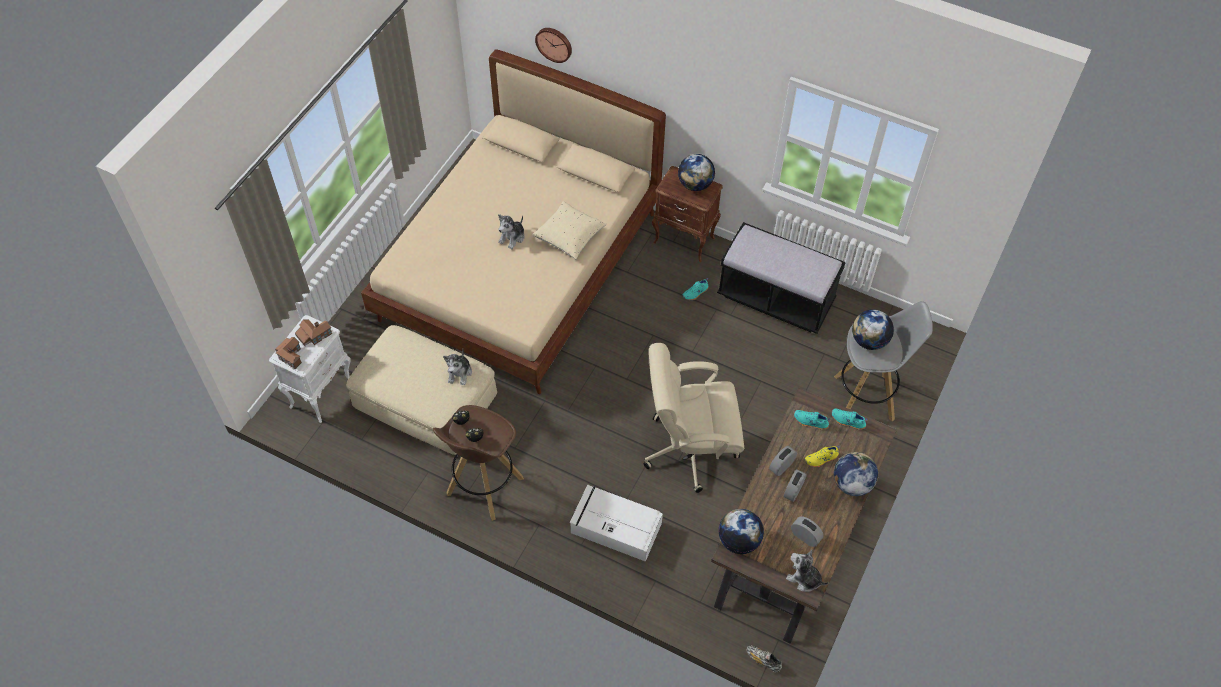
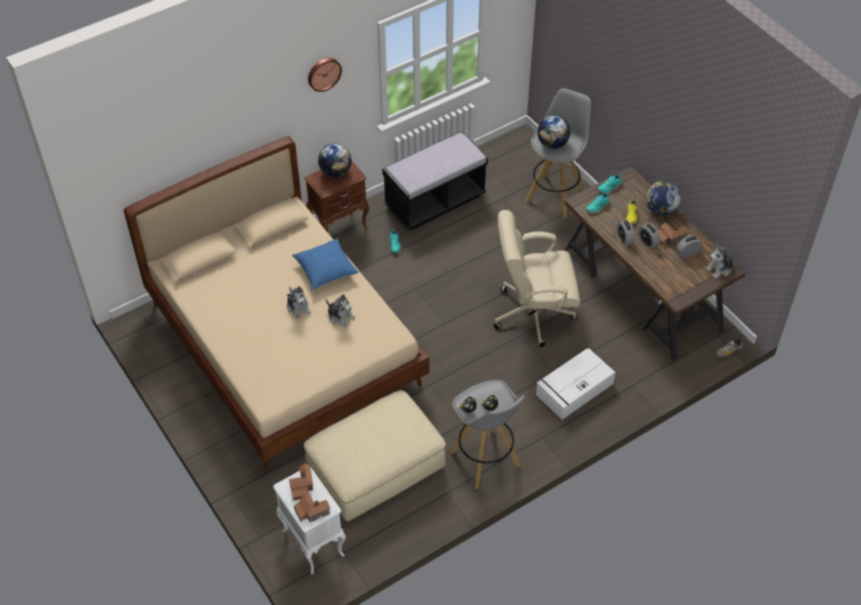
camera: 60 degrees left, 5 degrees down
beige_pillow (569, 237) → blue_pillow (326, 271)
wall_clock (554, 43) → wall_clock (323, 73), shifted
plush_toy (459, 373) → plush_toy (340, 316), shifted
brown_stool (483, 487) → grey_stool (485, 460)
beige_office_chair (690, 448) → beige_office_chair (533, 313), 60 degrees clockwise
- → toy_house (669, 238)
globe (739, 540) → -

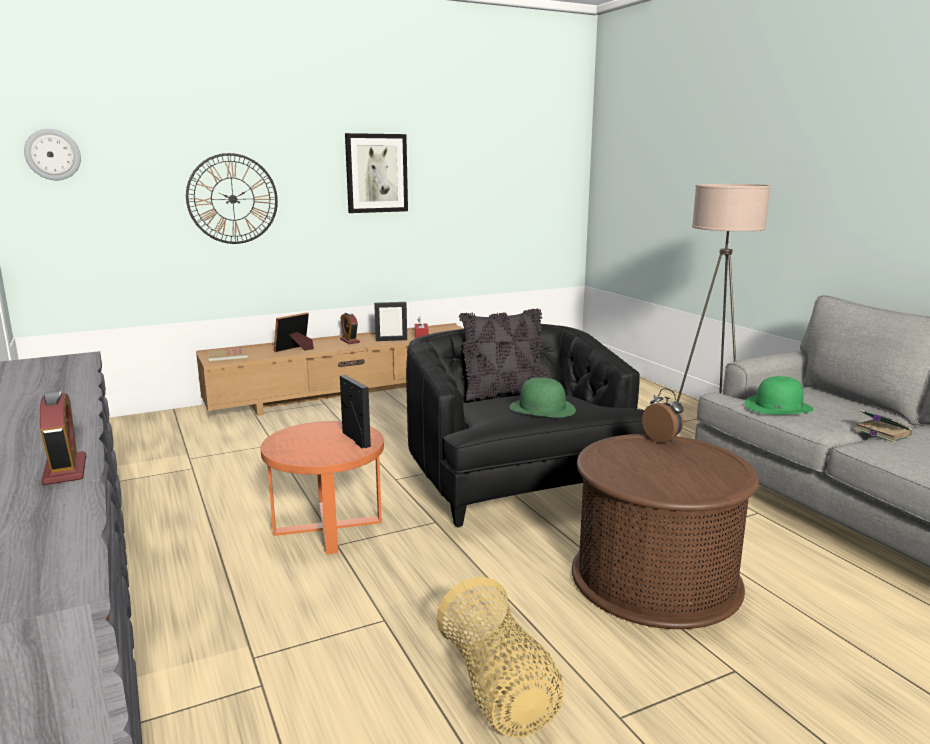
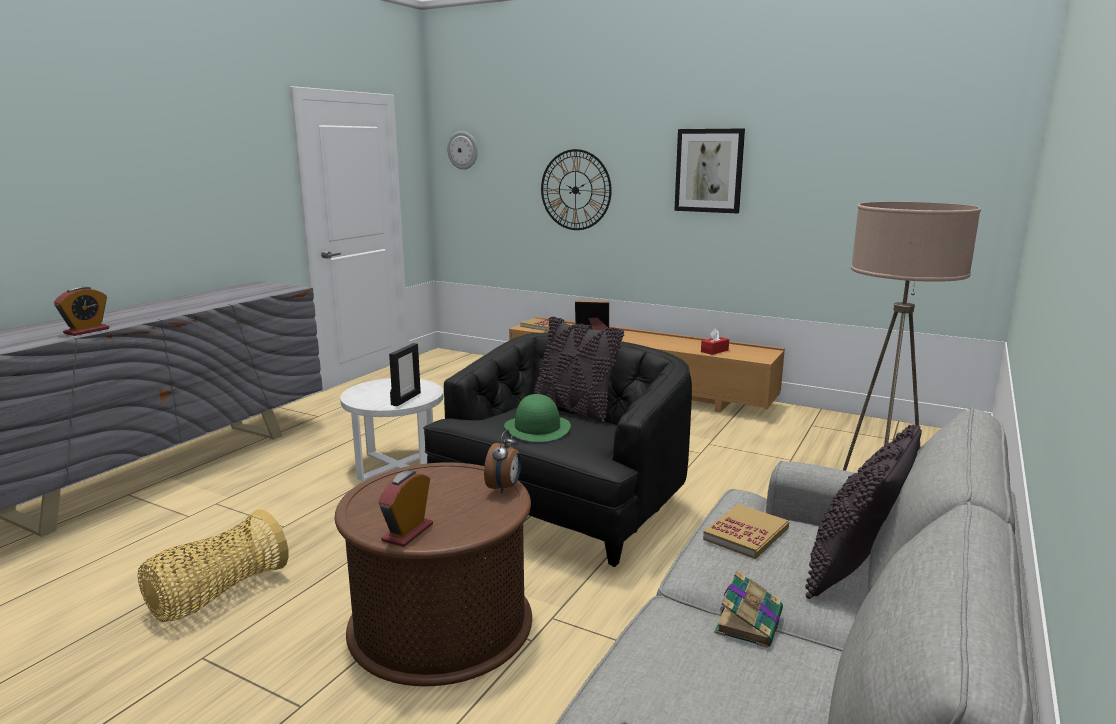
camera: 55 degrees right, 0 degrees up
orange_side_table (328, 526) → white_side_table (397, 465)
alarm_clock (350, 341) → alarm_clock (407, 533), shifted
green_hat (778, 406) → book (746, 534)
- → black_pillow (853, 572)
picture_frame (391, 340) → -

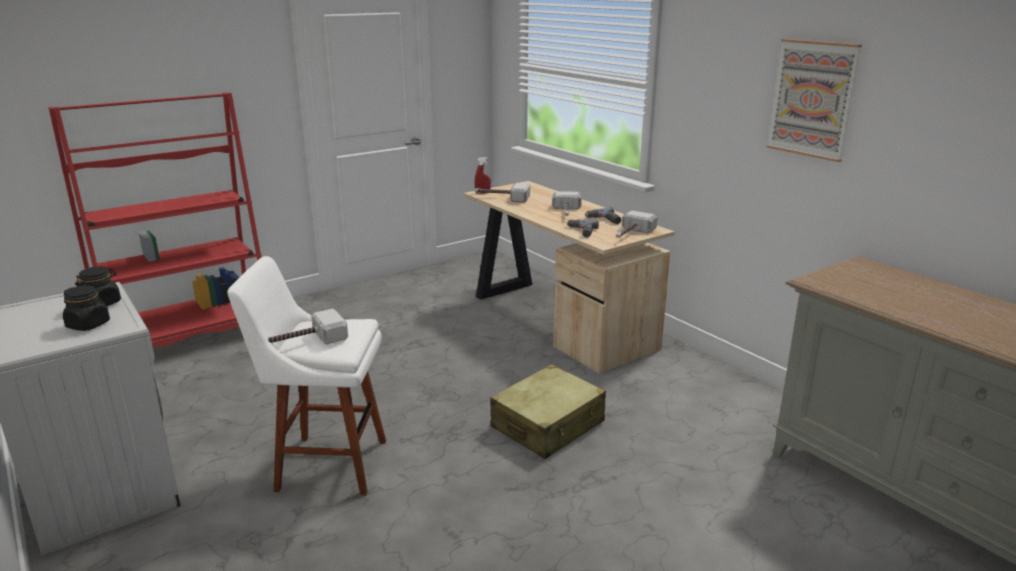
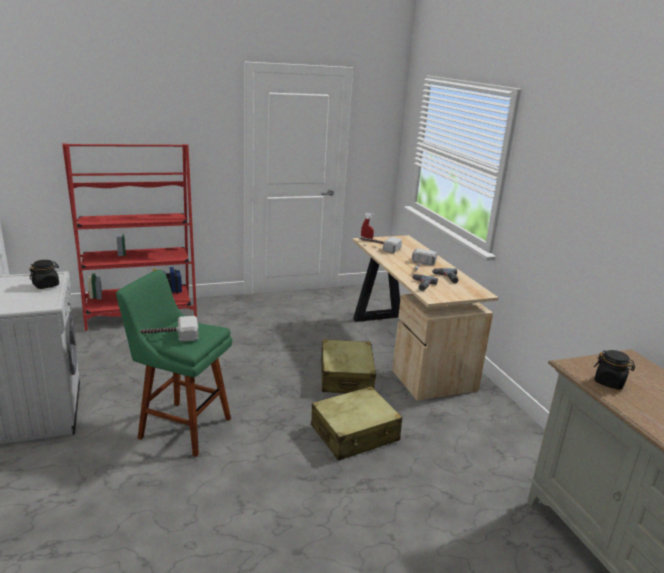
camera: 15 degrees right, 0 degrees up
white_stool (325, 464) → green_stool (181, 427)
- → beige_suitcase (346, 377)
black_jar (88, 325) → black_jar (609, 382), shifted
hammer (630, 235) → -
picture (812, 99) → -

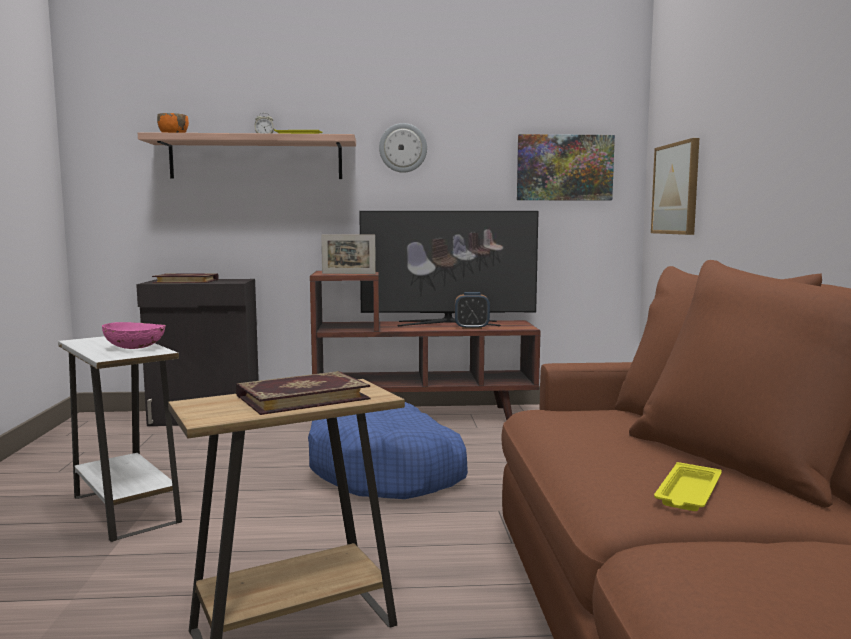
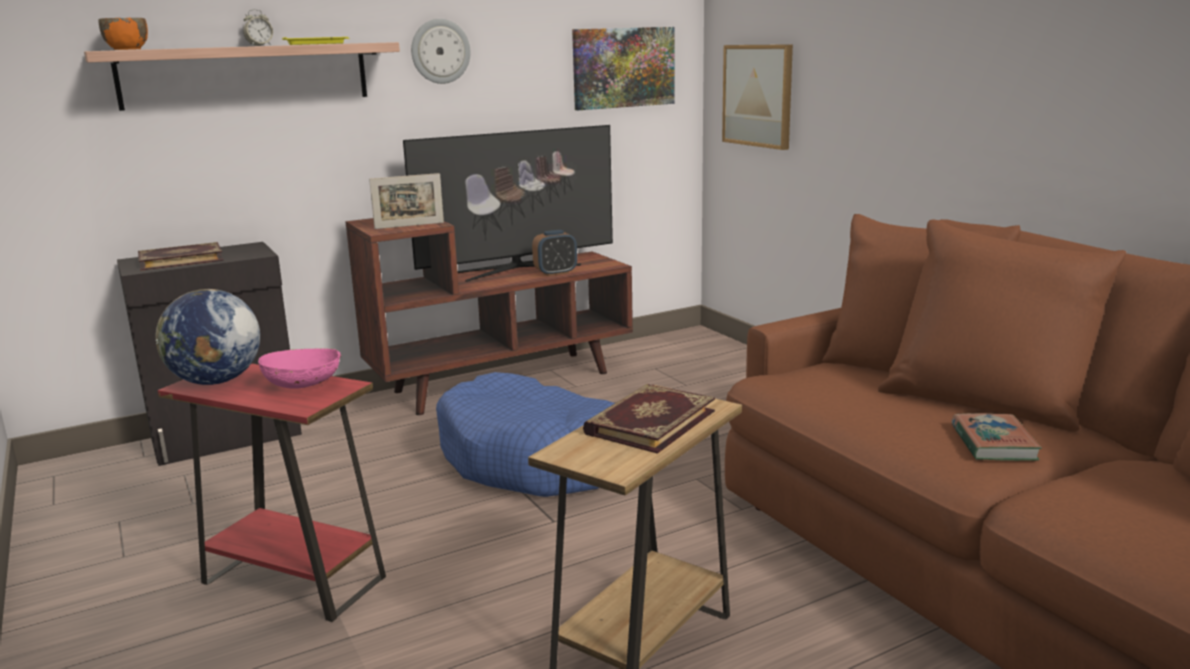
camera: 25 degrees left, 10 degrees up
- → globe (215, 381)
white_side_table (125, 509) → red_side_table (293, 580)
yellow_tray (688, 493) → book (993, 443)

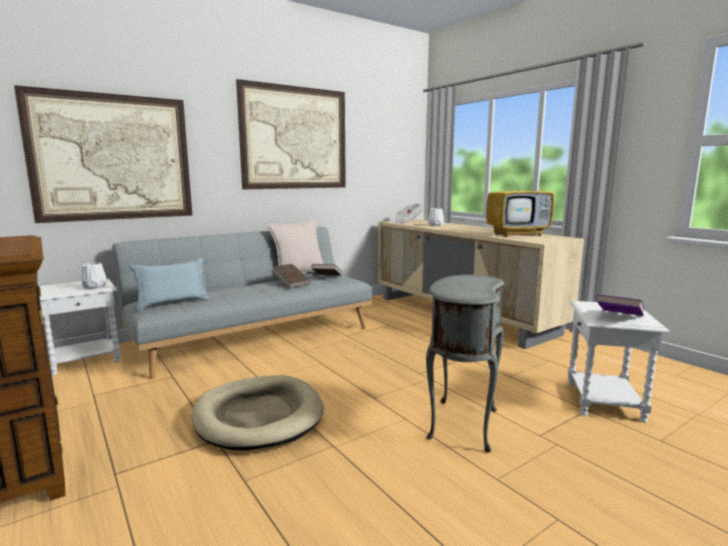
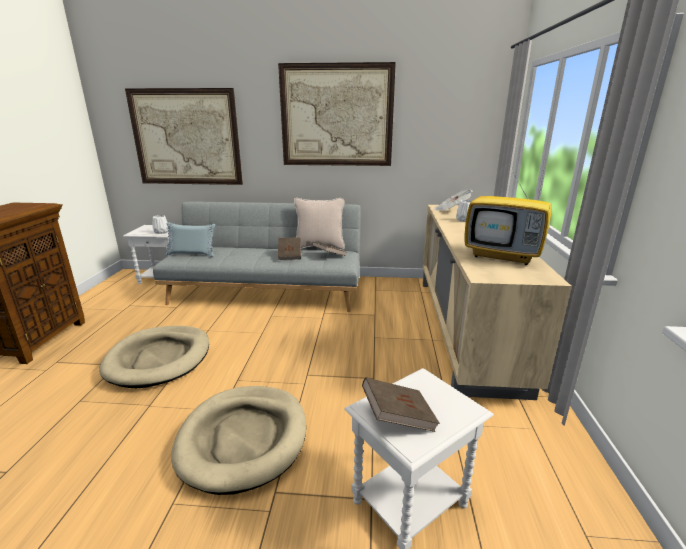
camera: 40 degrees right, 10 degrees up
grey_side_table (460, 424) → beige_dog_bed (243, 438)
purple_book (618, 318) → brown_book (398, 417)

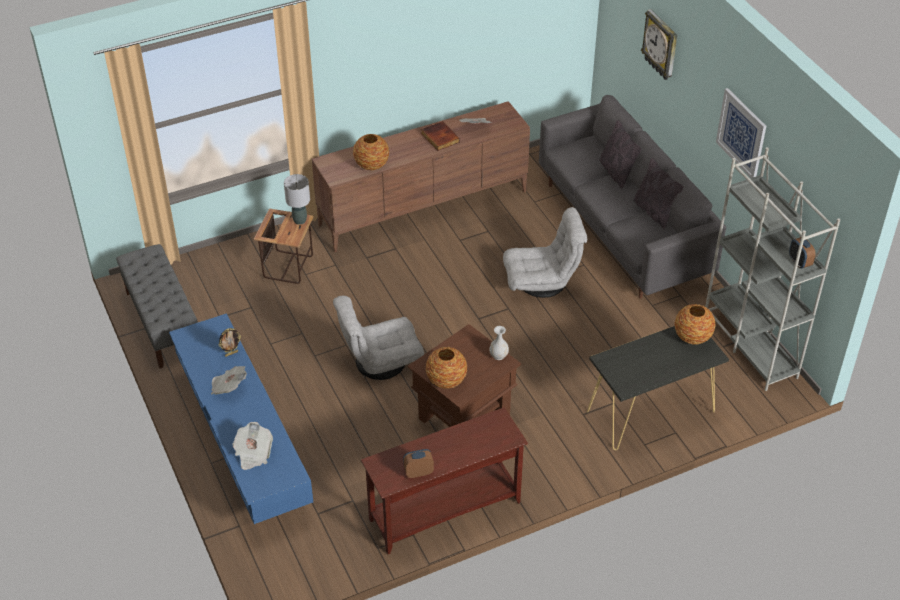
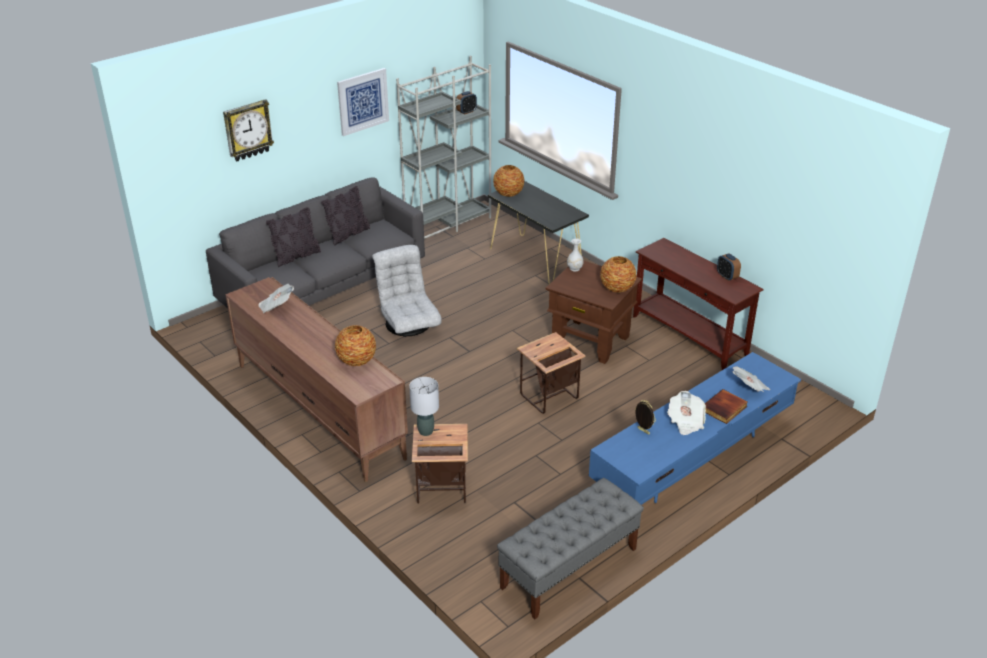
camera: 105 degrees left, 10 degrees down
grey_armchair (381, 360) → side_table (548, 397)
book (439, 138) → book (724, 409), shifted

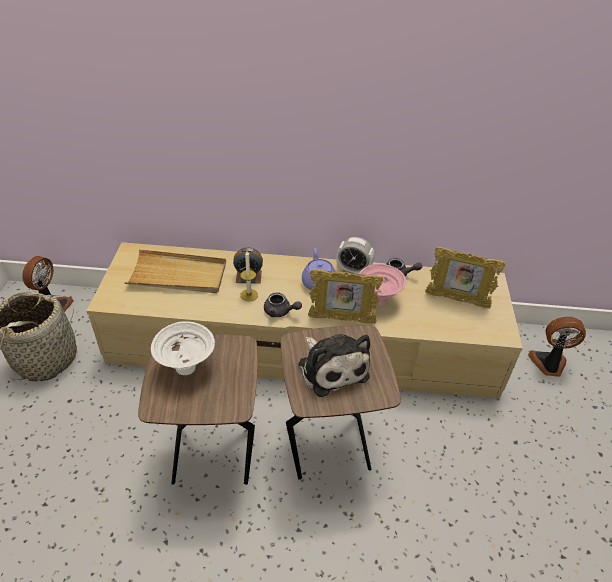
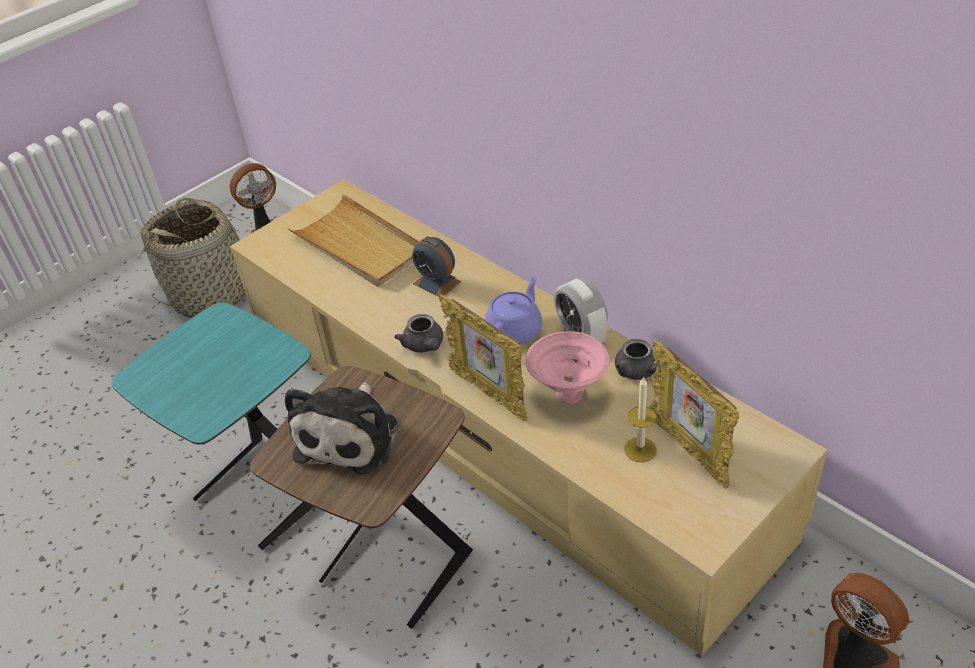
camera: 45 degrees right, 0 degrees up
brown_side_table (213, 456) → turquoise_side_table (261, 496)
candle (249, 295) → candle (640, 449), shifted
white_bowl (187, 367) → -

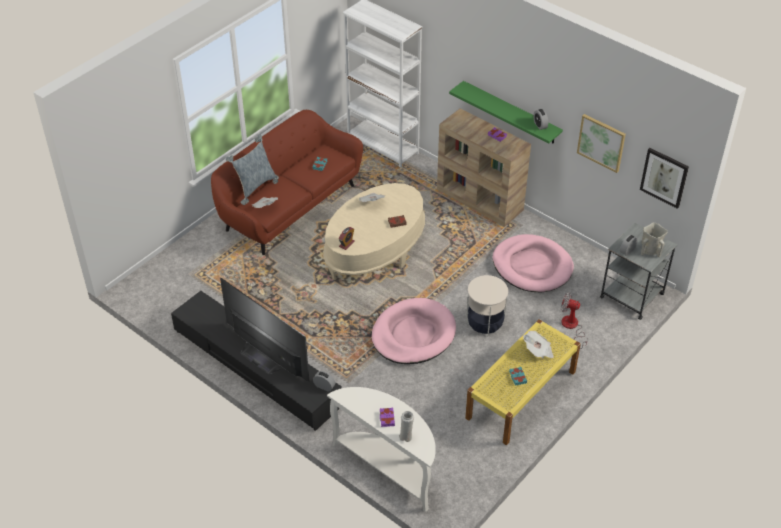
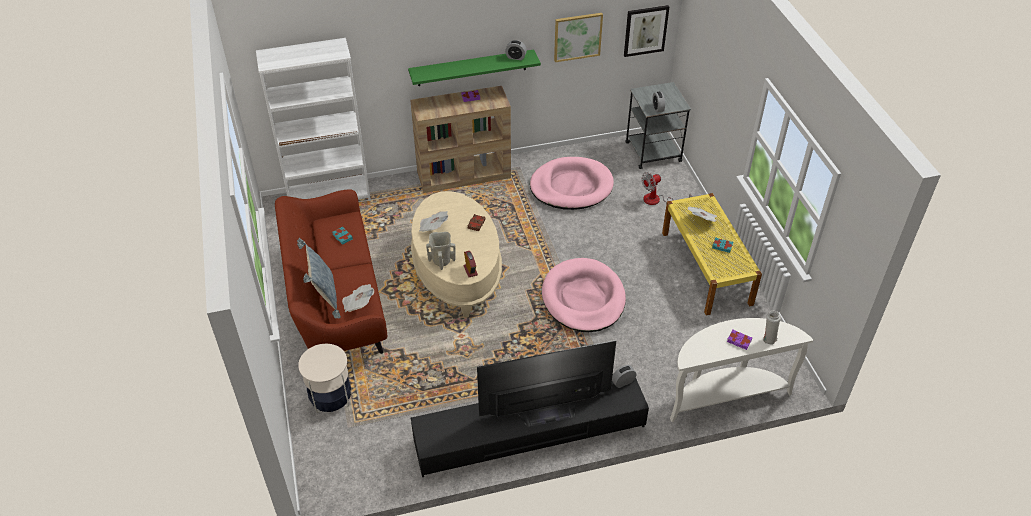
camera: 55 degrees left, 0 degrees up
beige_side_table (485, 323) → beige_side_table (331, 398), shifted
beige_vase (650, 250) → beige_vase (441, 260), shifted

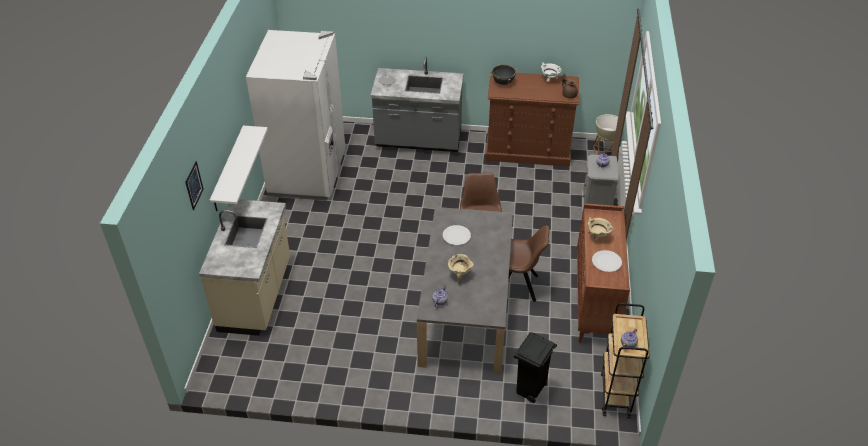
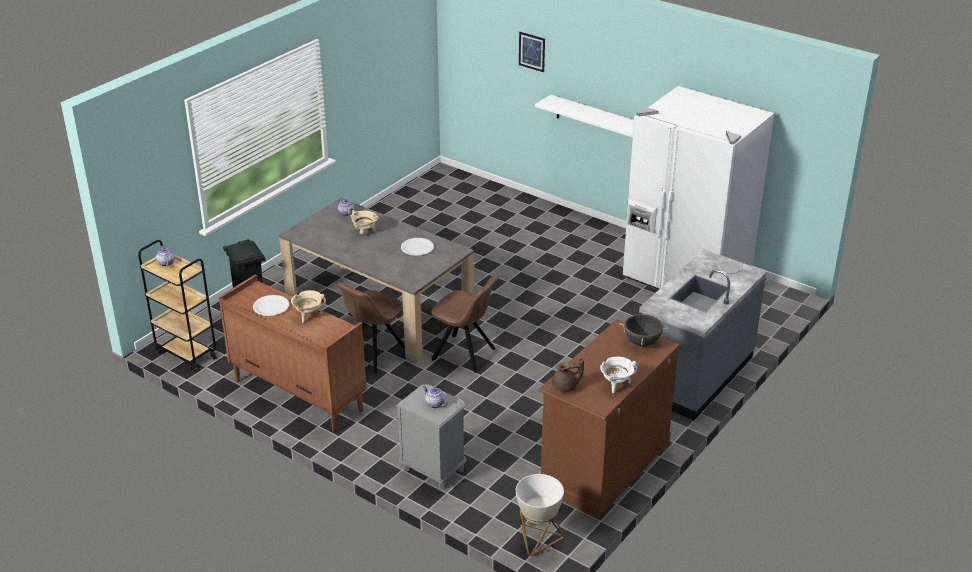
camera: 120 degrees right, 10 degrees down
beige_counter (256, 295) → -

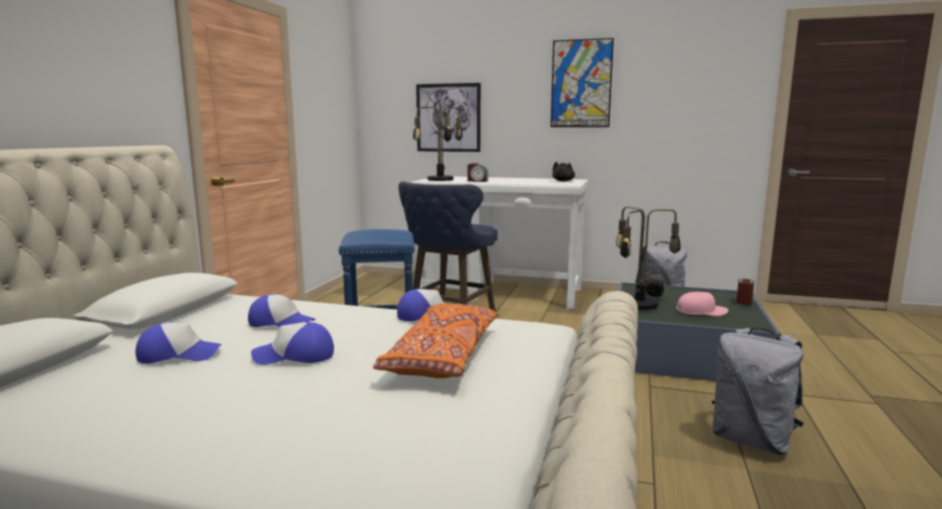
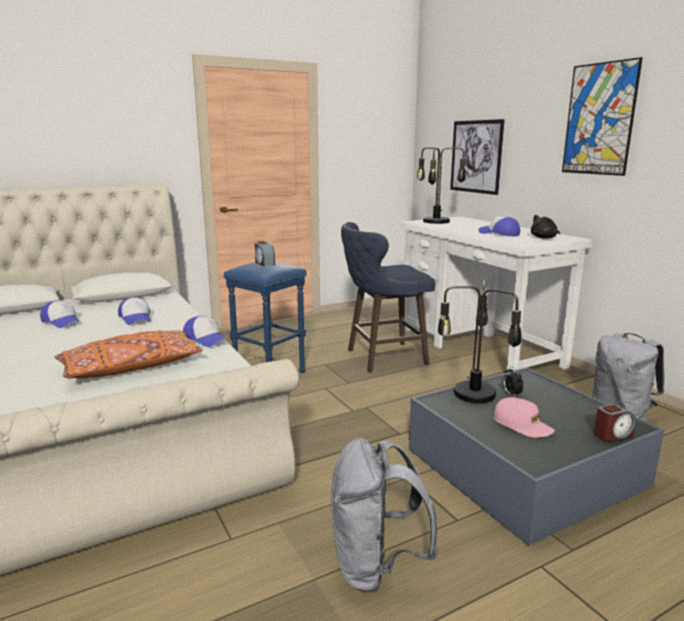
camera: 45 degrees right, 5 degrees up
alarm_clock (477, 181) → alarm_clock (264, 263), shifted
cap (295, 356) → cap (499, 234), shifted

